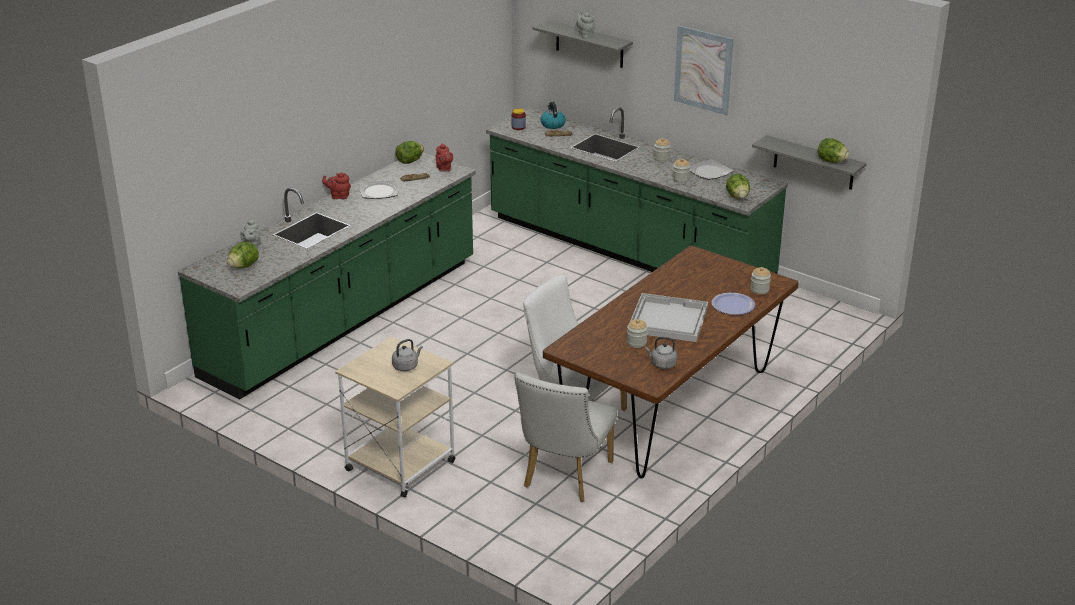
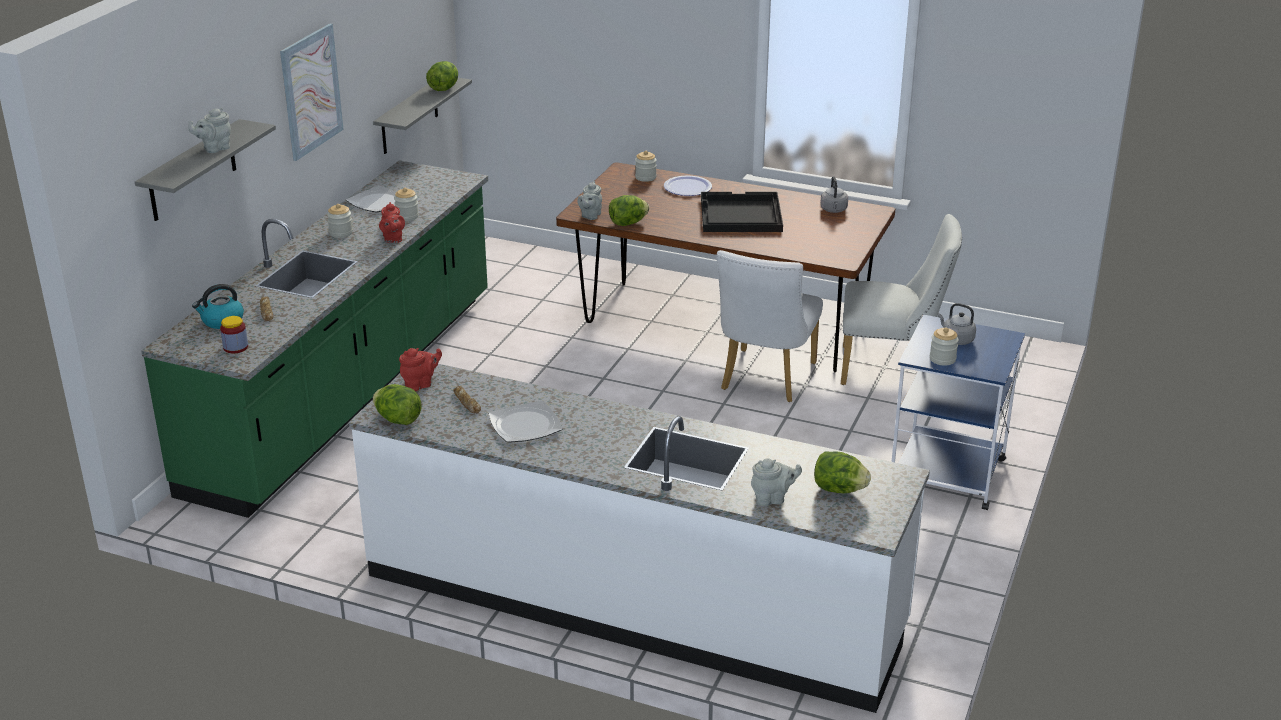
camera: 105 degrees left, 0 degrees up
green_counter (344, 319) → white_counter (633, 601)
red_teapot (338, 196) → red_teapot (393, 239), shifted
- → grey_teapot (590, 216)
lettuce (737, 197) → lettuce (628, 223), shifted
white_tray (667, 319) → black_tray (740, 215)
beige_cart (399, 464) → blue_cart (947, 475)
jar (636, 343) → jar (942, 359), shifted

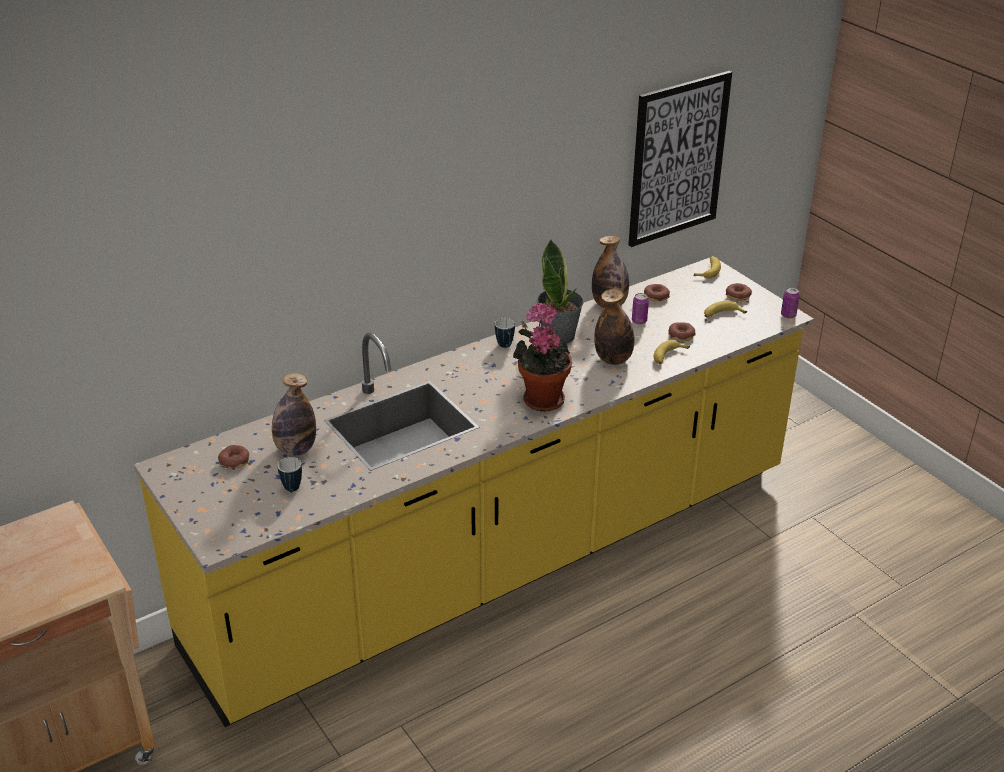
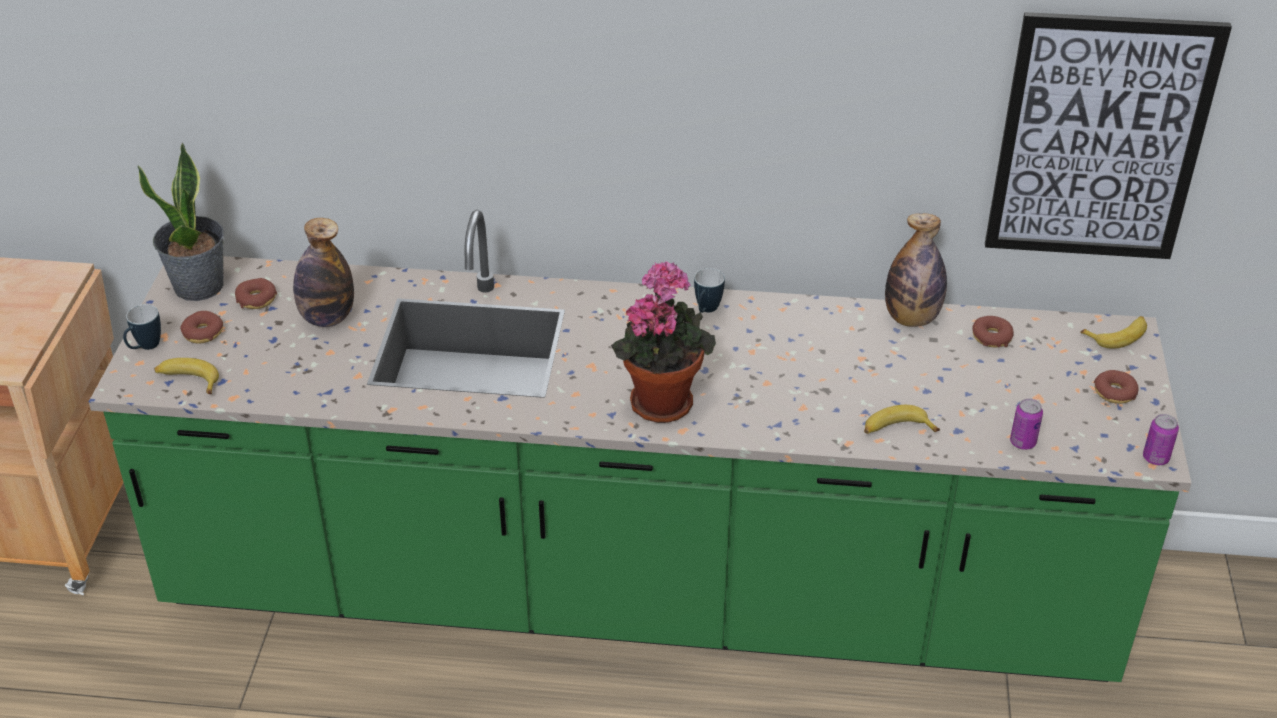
camera: 40 degrees right, 5 degrees up
yellow_counter (500, 560) → green_counter (638, 594)
mug (292, 490) → mug (145, 348), shifted
potted_plant (559, 335) → potted_plant (199, 286), shifted
banana (721, 315) → banana (188, 380), shifted
donut (681, 335) → donut (203, 333), shifted
can (639, 321) → can (1022, 442), shifted
bottle (613, 359) → -

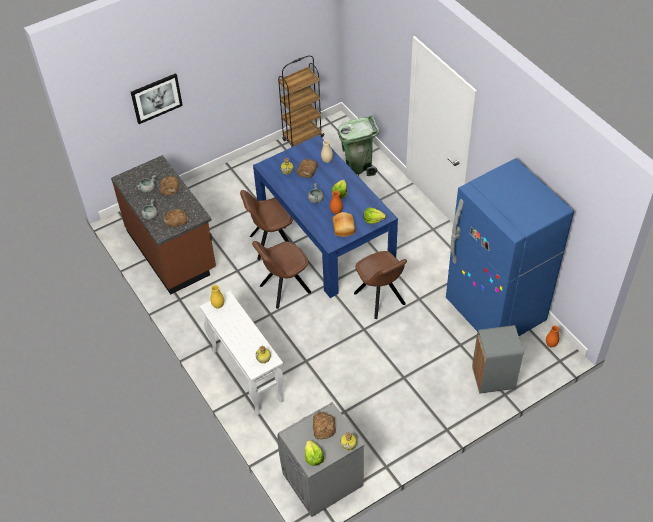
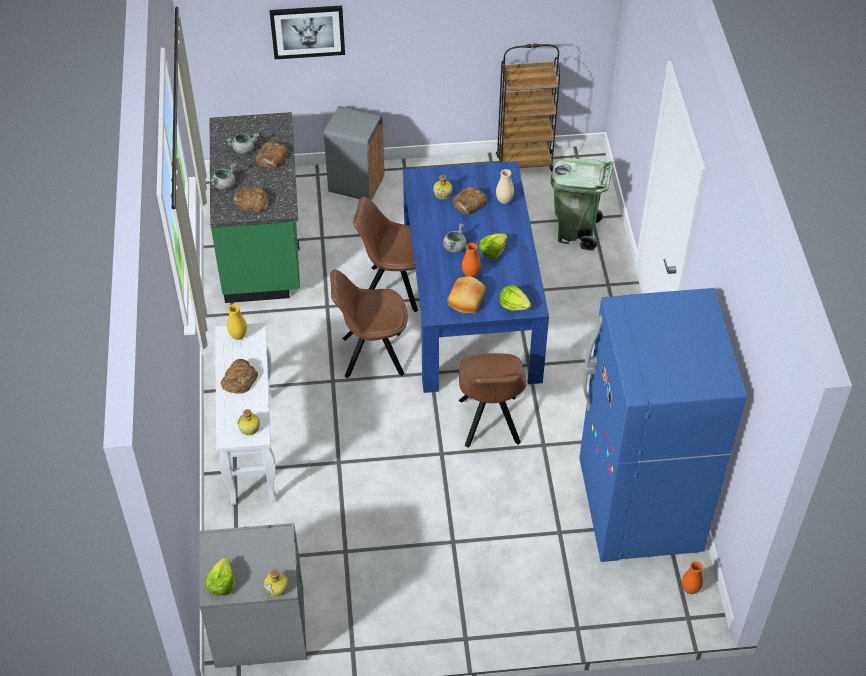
camera: 25 degrees right, 0 degrees up
brown_counter (172, 250) → green_counter (263, 247)
bread (323, 427) → bread (239, 379), shifted
grey_trash_can (493, 378) → grey_trash_can (356, 185), shifted

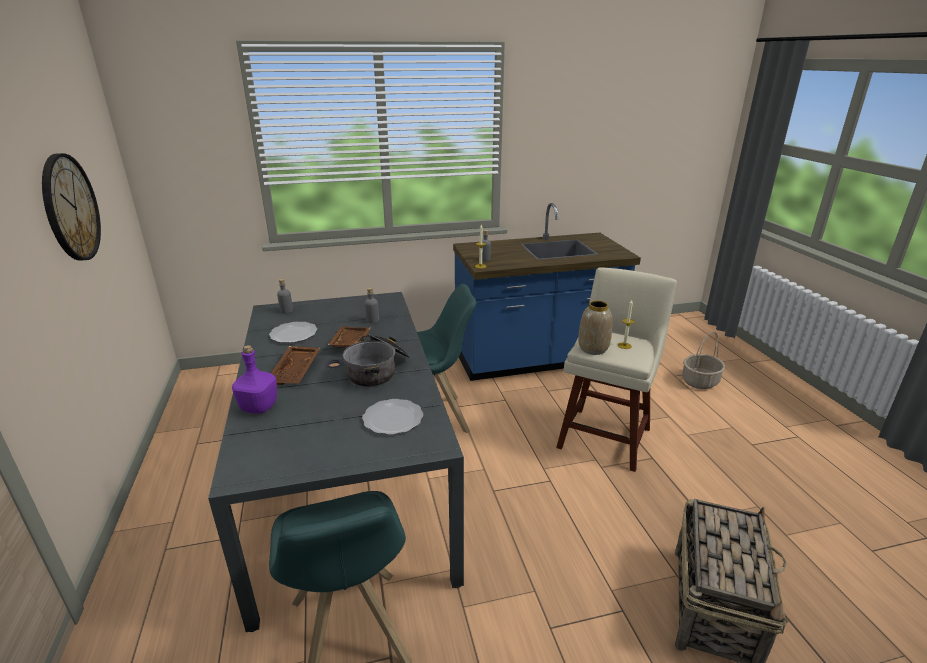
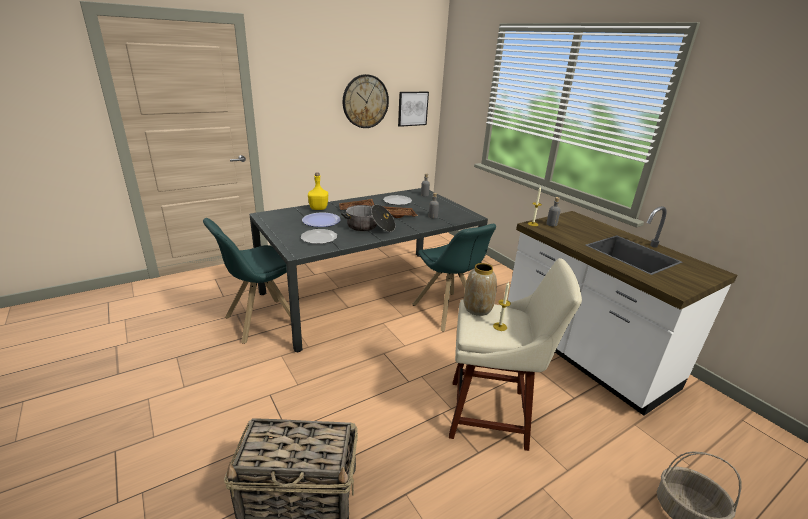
camera: 70 degrees right, 0 degrees up
- → plate (321, 221)
purple_bottle (258, 408) → yellow_bottle (318, 208)
- → picture (412, 108)
blue_counter (536, 359) → white_counter (583, 354)

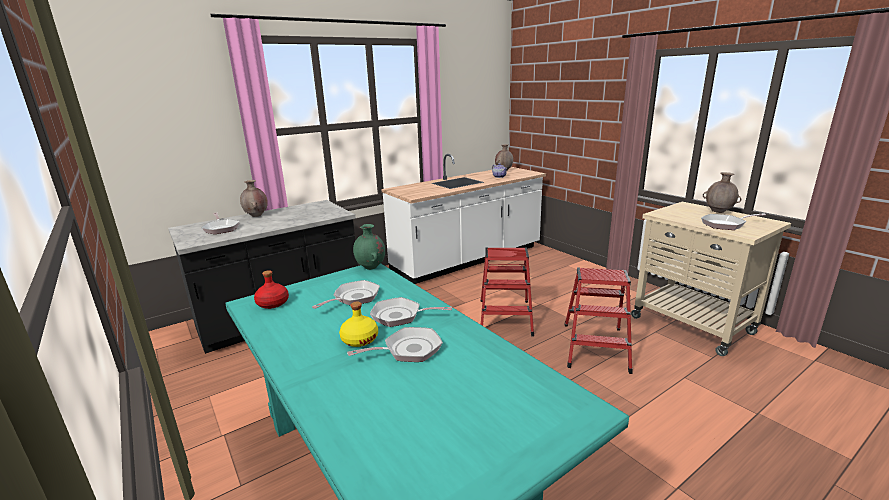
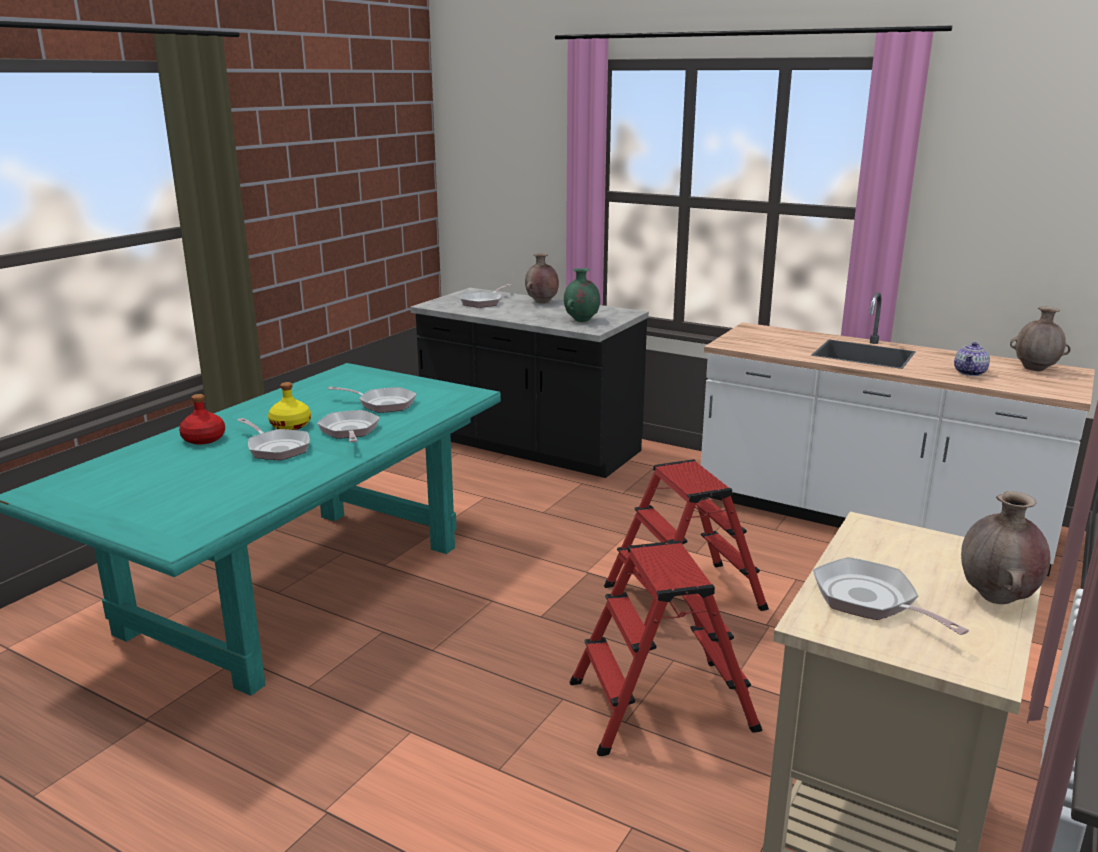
camera: 65 degrees right, 0 degrees up
red_bottle (273, 303) → red_bottle (203, 439), shifted
green_vase (371, 267) → green_vase (581, 320), shifted

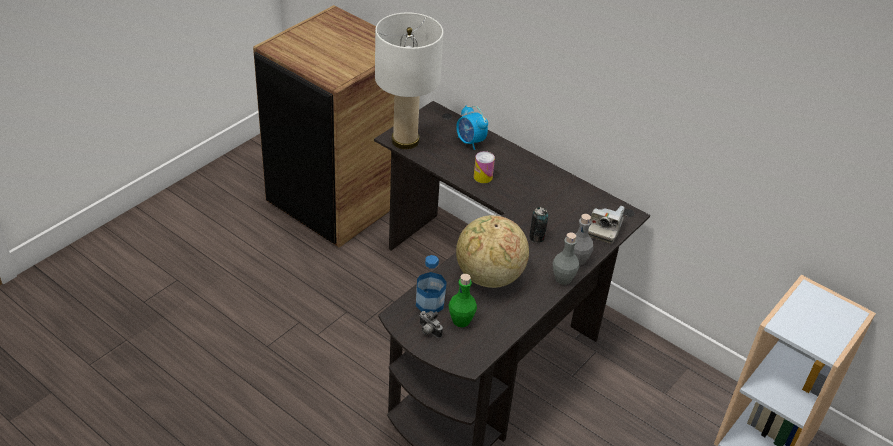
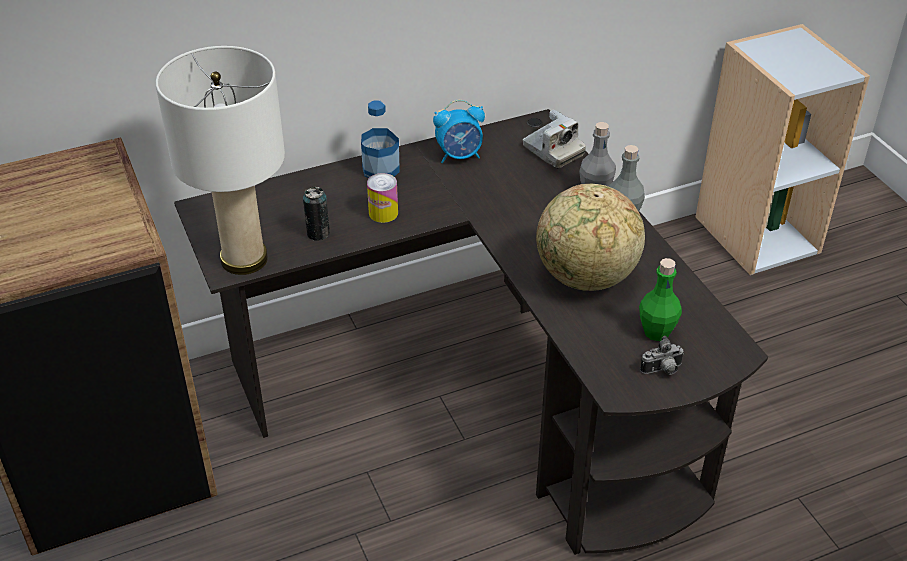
camera: 60 degrees left, 0 degrees up
can (537, 237) → can (318, 233), shifted
bottle (430, 303) → bottle (380, 169), shifted
alarm_clock (470, 142) → alarm_clock (459, 156), shifted

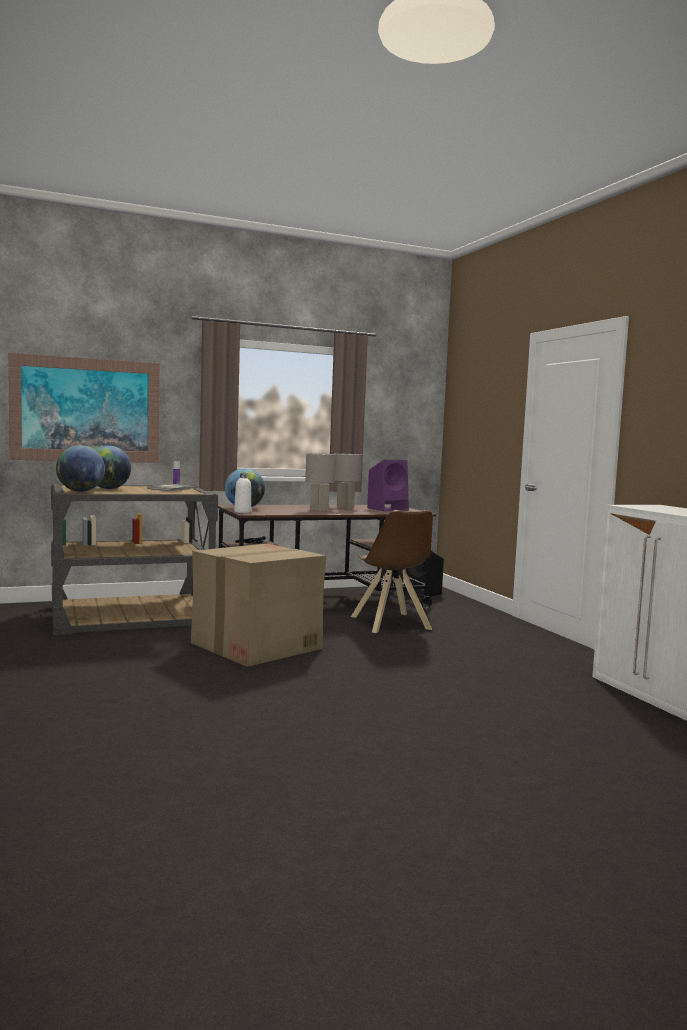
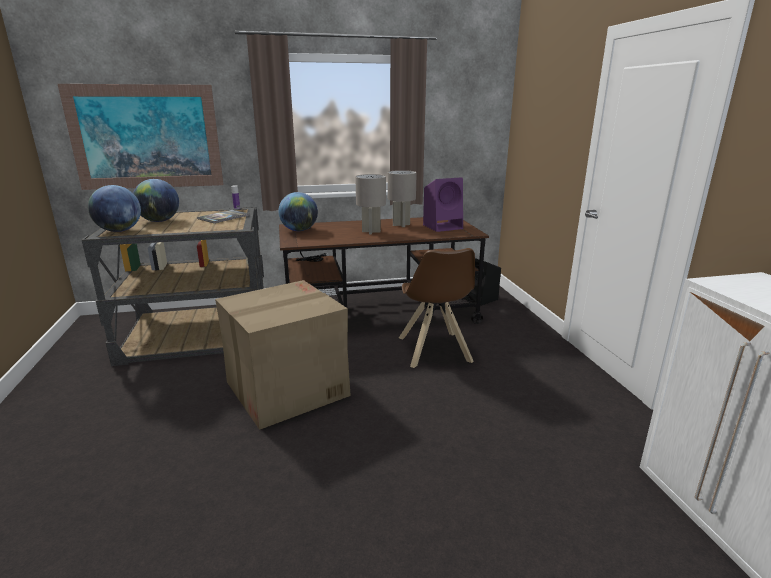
camera: 10 degrees right, 15 degrees up
white_bottle (242, 512) → -

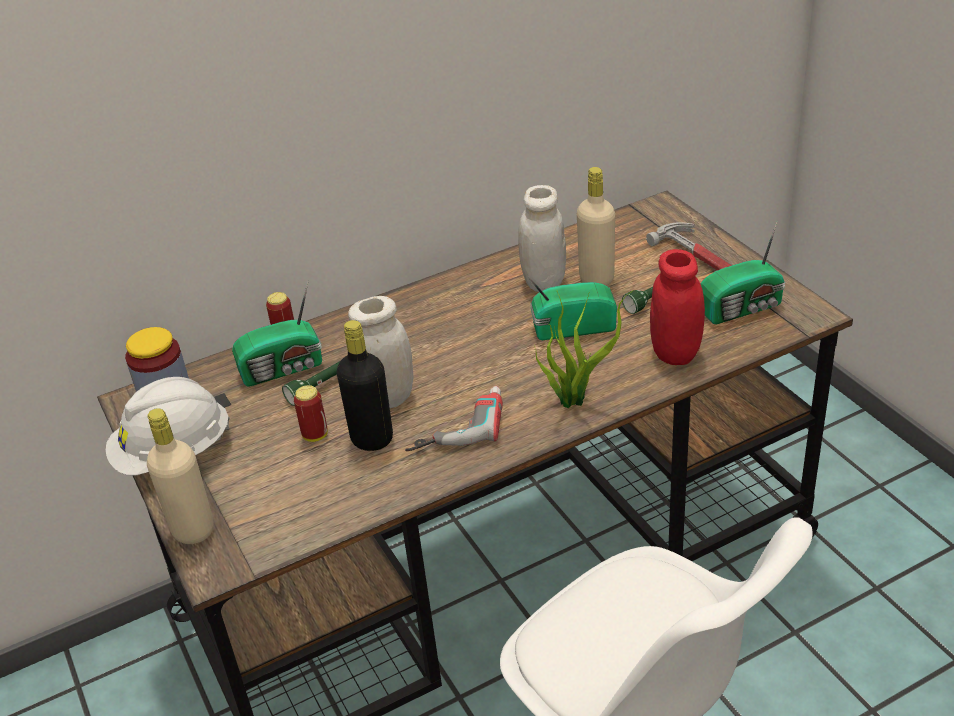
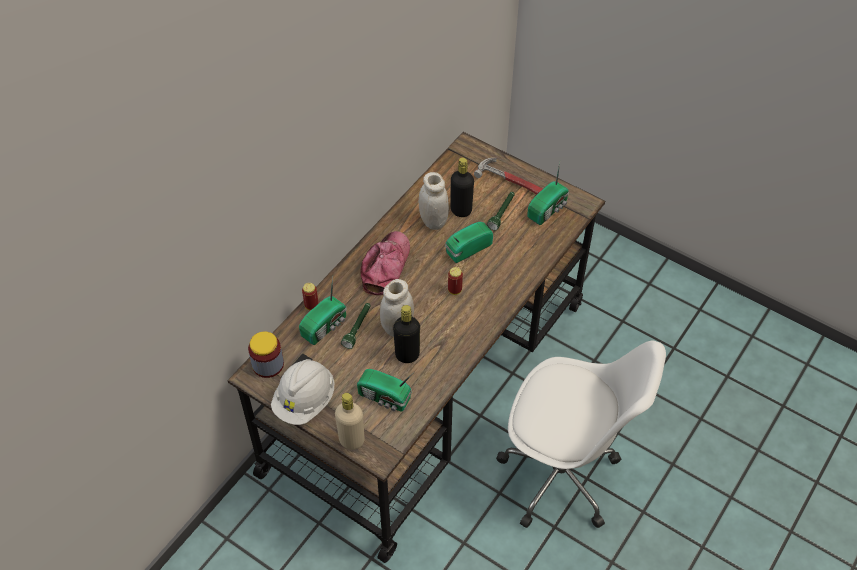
camera: 30 degrees left, 15 degrees up
- → radio (385, 398)
- → cap (385, 266)
can (315, 435) → can (454, 290), shifted
beige_bottle (596, 278) → black_bottle (461, 210)
power_drill (456, 425) → -
potted_plant (575, 399) → -
red_jar (675, 353) → -

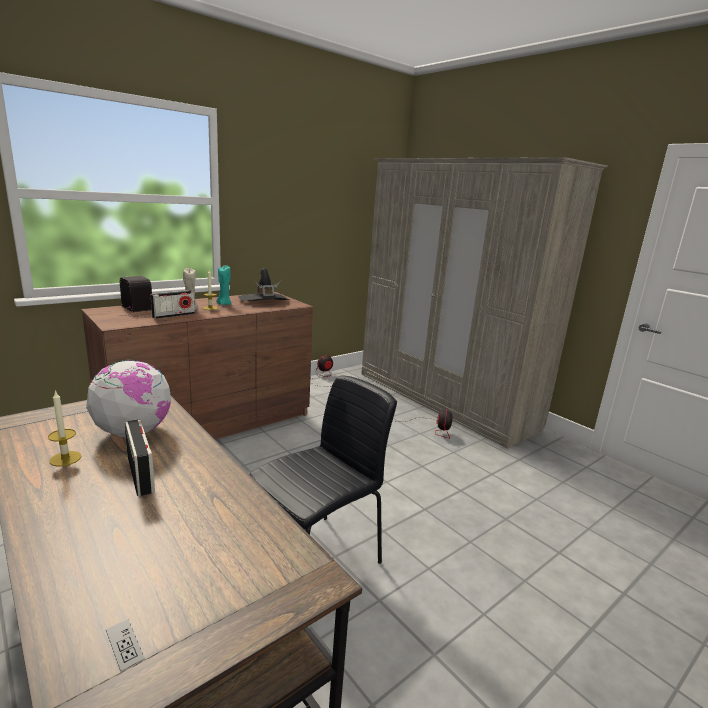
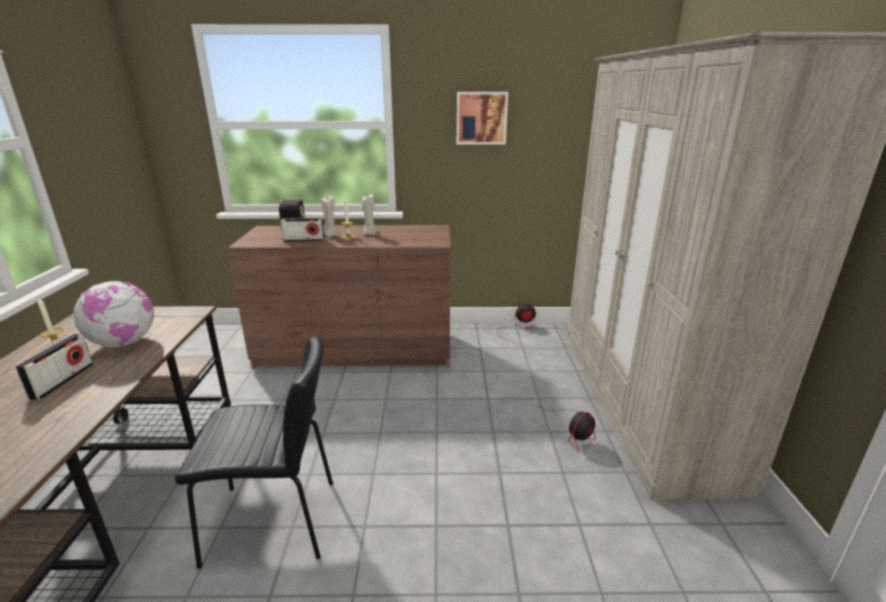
camera: 40 degrees right, 5 degrees up
turquoise_candle (224, 304) → beige_candle (369, 233)
- → picture (481, 118)
black_hat (264, 300) → -

